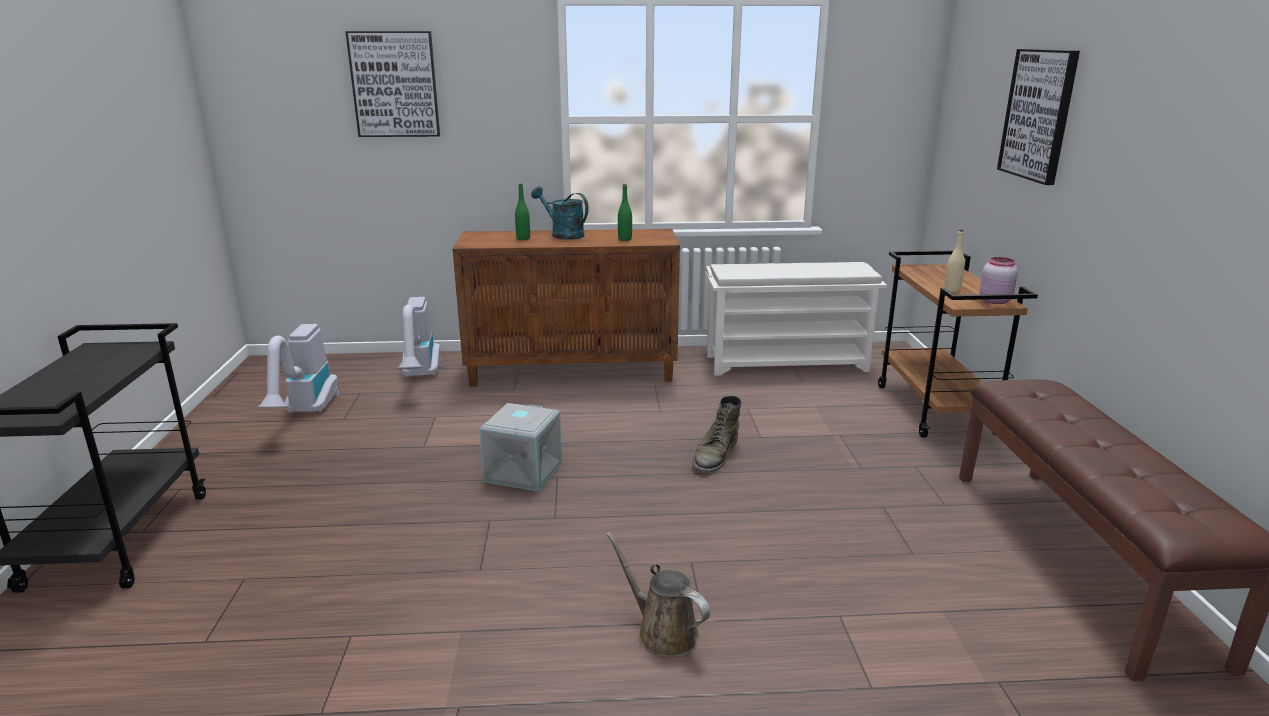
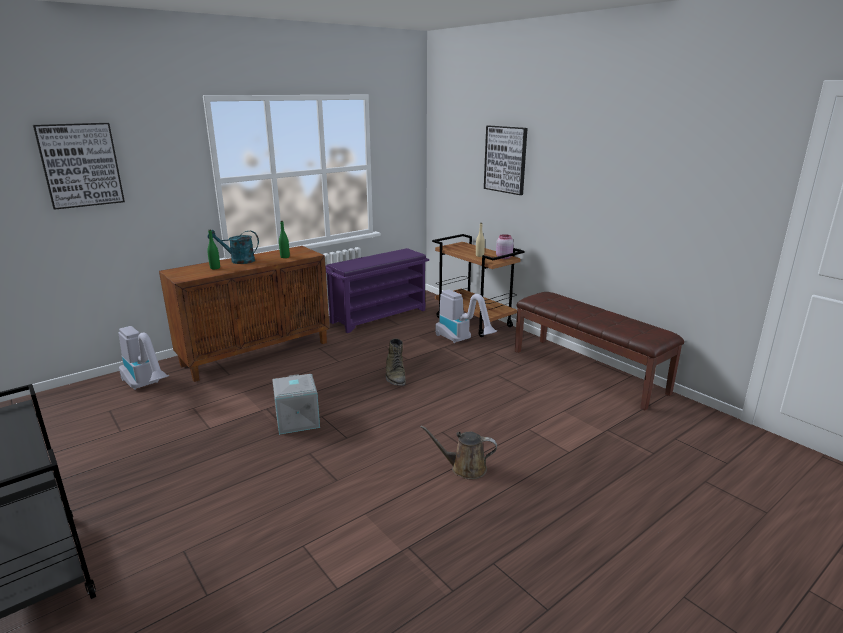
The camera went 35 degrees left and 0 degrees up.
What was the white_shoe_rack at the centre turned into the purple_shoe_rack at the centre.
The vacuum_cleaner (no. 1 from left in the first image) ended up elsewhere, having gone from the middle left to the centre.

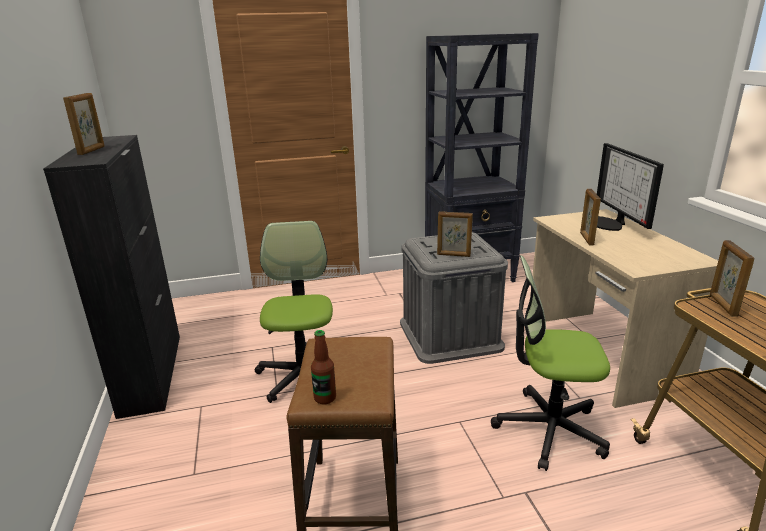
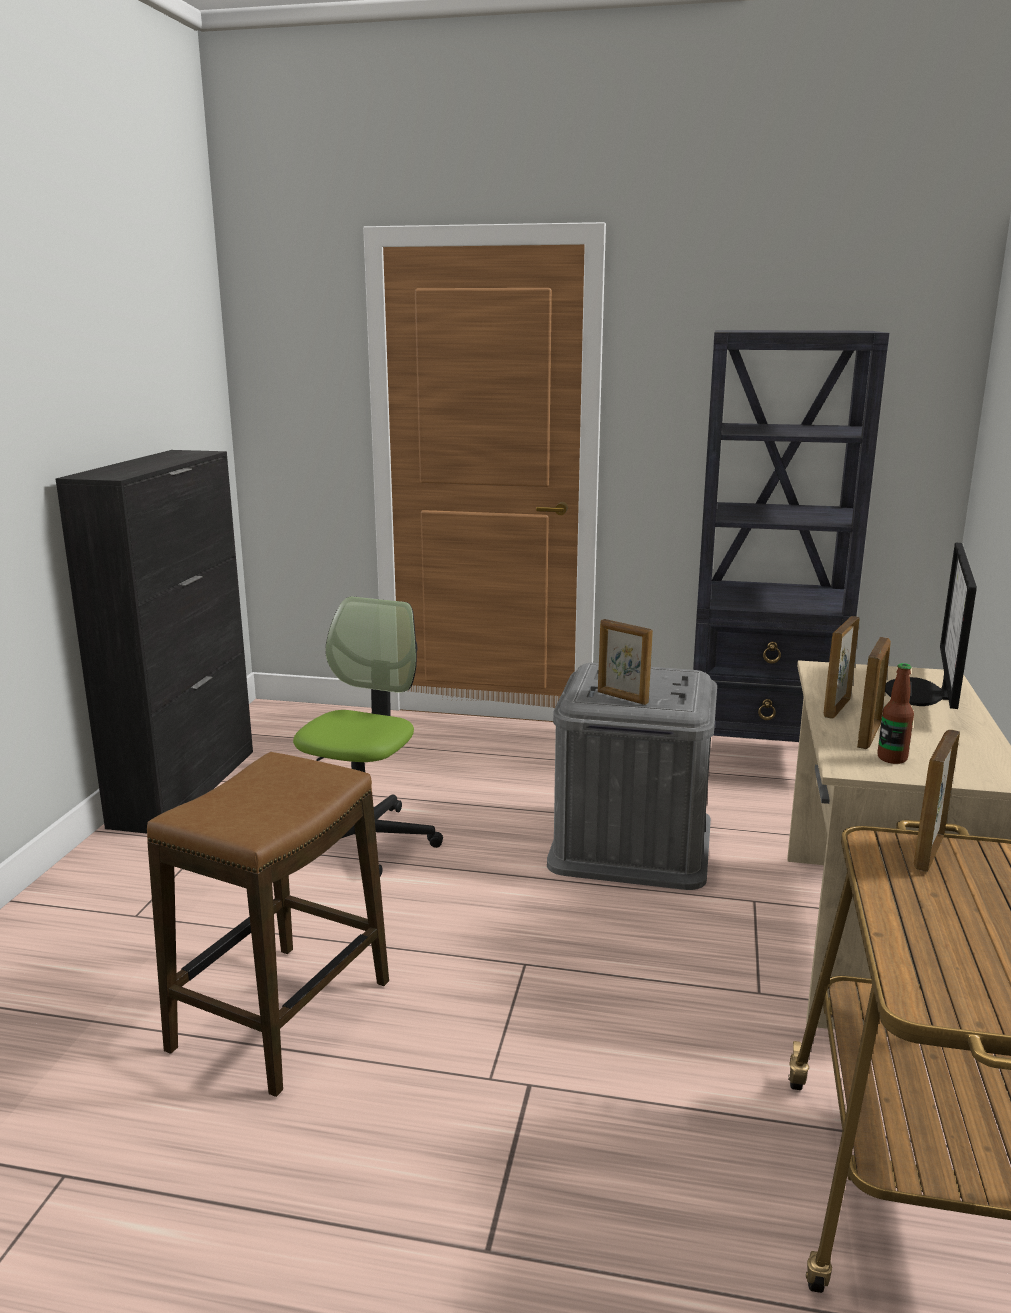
The camera went 25 degrees right and 5 degrees down.
The picture_frame (no. 1 from left in the first image) ended up elsewhere, having gone from the top left to the middle right.
The bottle ended up elsewhere, having gone from the bottom centre to the middle right.
The second view lost the office_chair (no. 2 from left) at the bottom right.

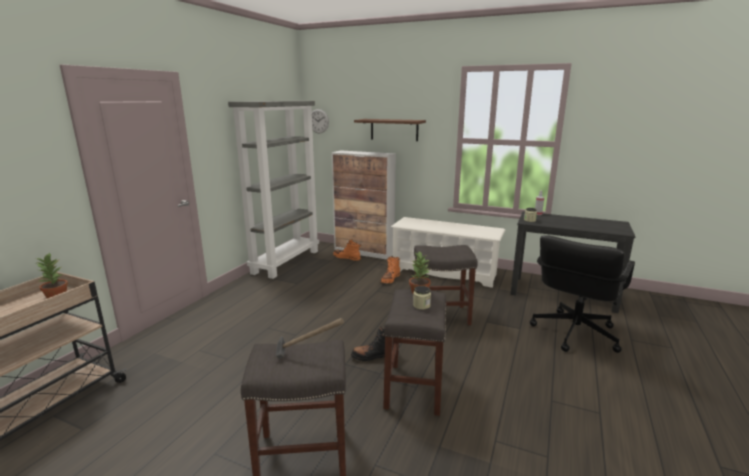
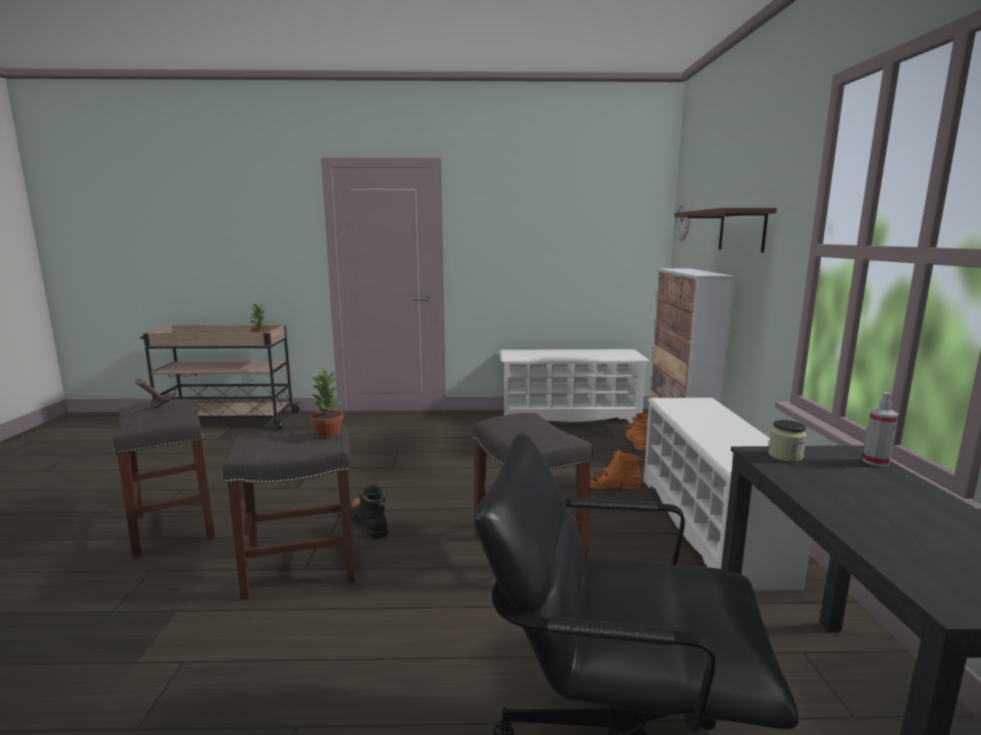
The camera went 65 degrees right and 5 degrees down.
Where the grey_bookcase stood at the centre, the white_shoe_rack (no. 1 from left) came to stand at the centre.
The second view lost the jar (no. 1 from left) at the centre.

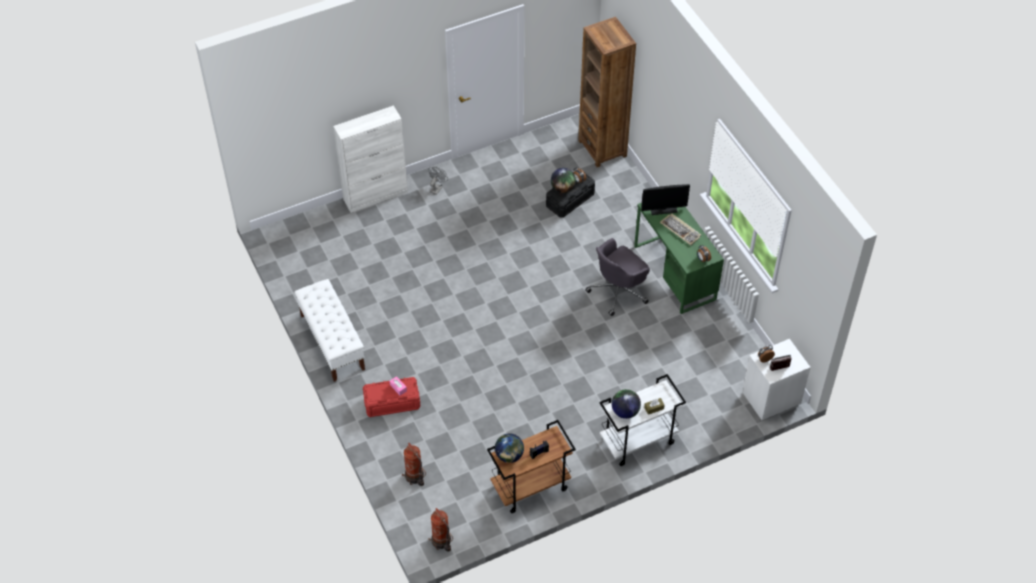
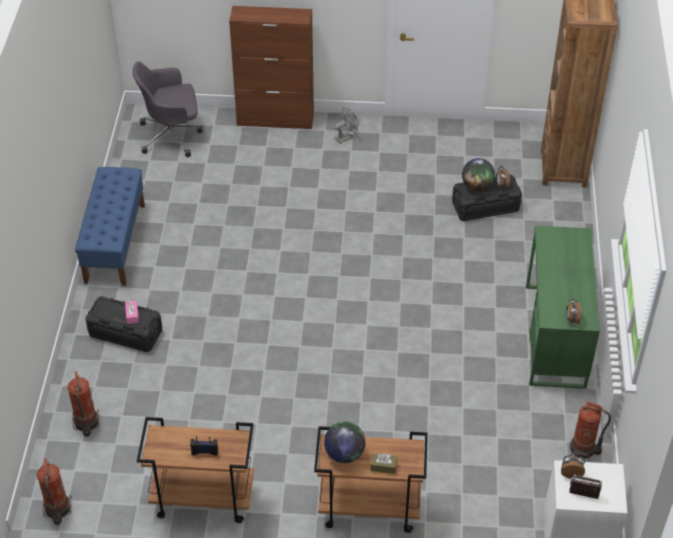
The camera went 30 degrees right and 5 degrees down.
What was the white_bench at the middle left turned into the blue_bench at the middle left.
What was the red_storage_box at the bottom centre turned into the black_storage_box (no. 1 from left) at the middle left.
The grey_office_chair ended up elsewhere, having gone from the centre to the top left.
What was the white_cabinet at the top centre turned into the brown_cabinet at the top centre.
What was the white_cart at the bottom centre turned into the brown_cart (no. 2 from left) at the bottom centre.
The second view gained the fire_extinguisher (no. 3 from left) at the bottom right.
The second view lost the globe (no. 1 from left) at the bottom centre.
The second view lost the monitor at the centre.
The second view lost the keyboard at the centre.

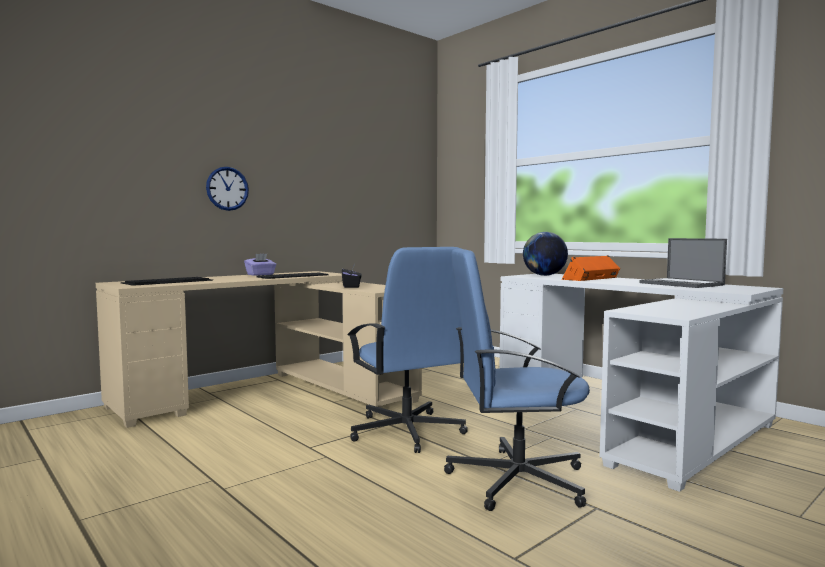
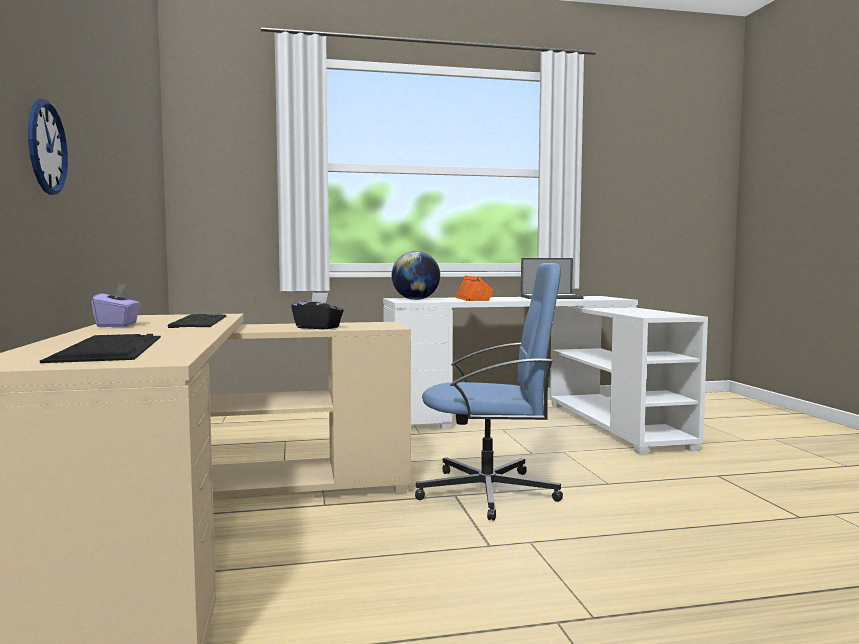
The camera went 60 degrees left and 0 degrees up.
The second view lost the blue_office_chair (no. 2 from left) at the bottom centre.

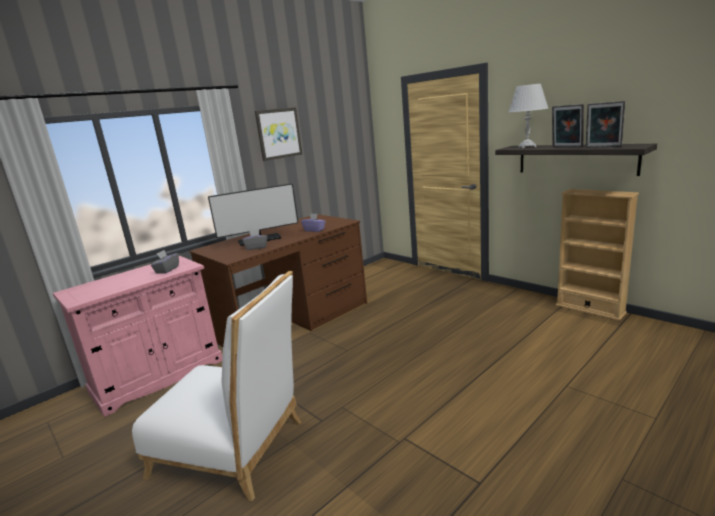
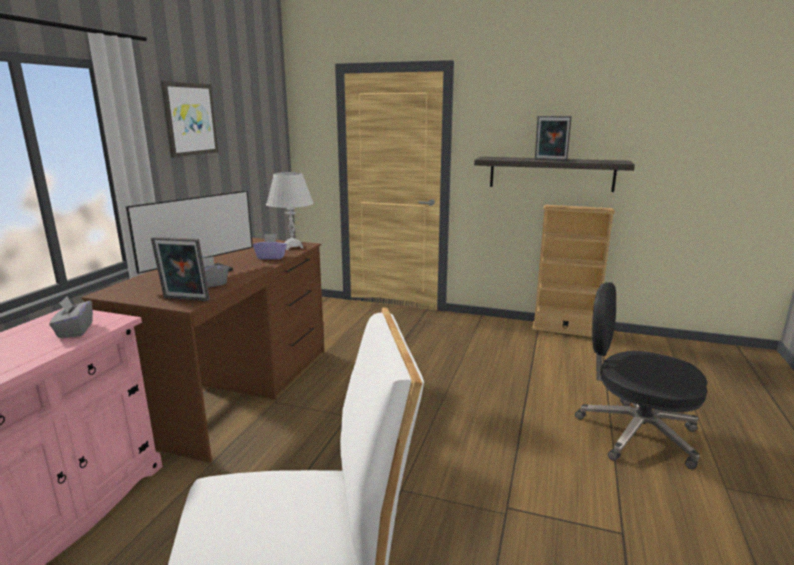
The camera went 30 degrees left and 0 degrees up.
The picture_frame (no. 2 from left in the first image) ended up elsewhere, having gone from the top right to the middle left.
The white_table_lamp ended up elsewhere, having gone from the top right to the centre.
The second view gained the black_office_chair at the middle right.

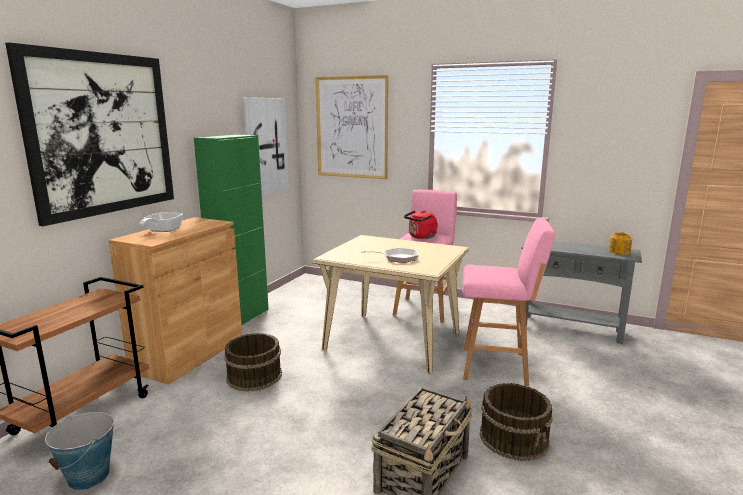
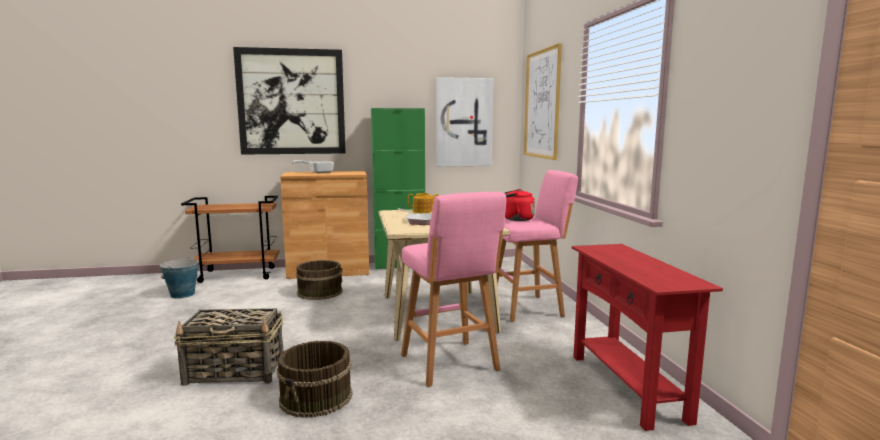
The camera went 55 degrees right and 5 degrees down.
The teapot ended up elsewhere, having gone from the middle right to the centre.
What was the grey_console_table at the middle right turned into the red_console_table at the bottom right.

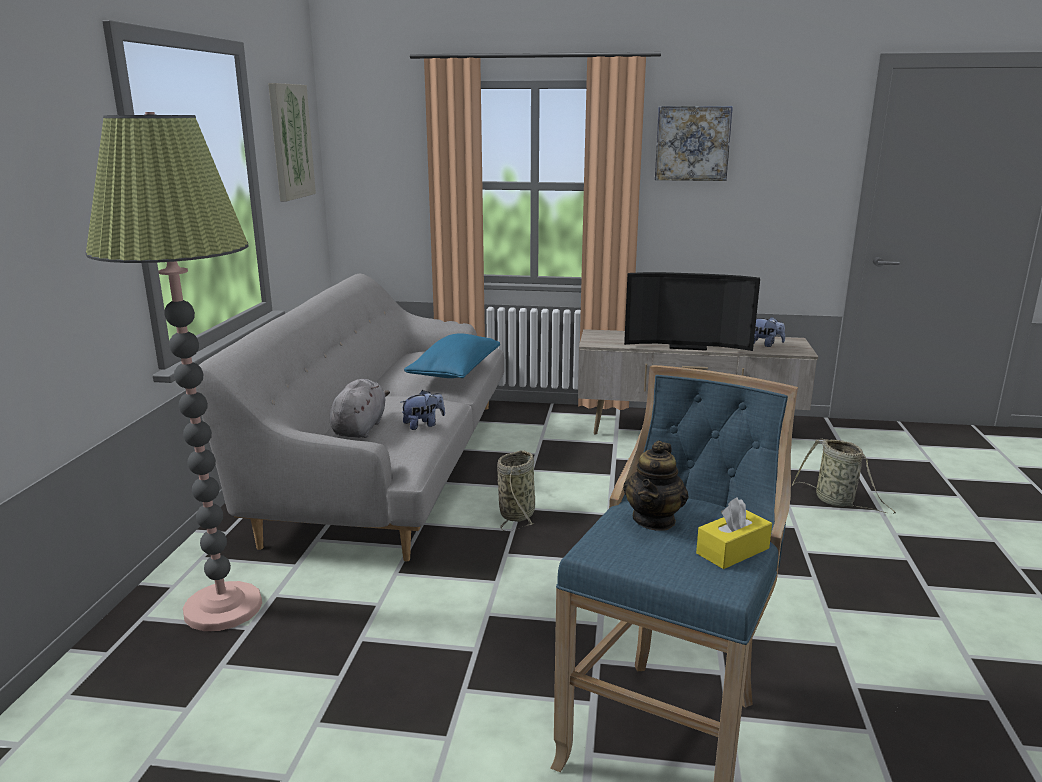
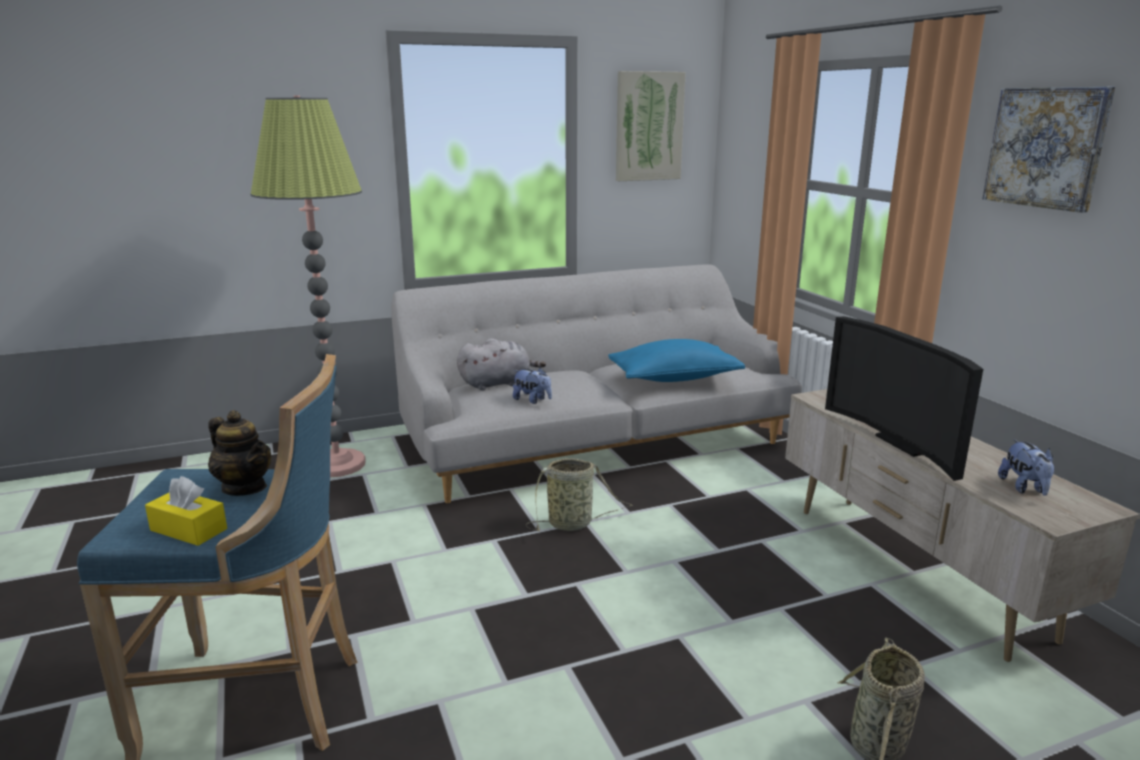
The camera went 60 degrees right and 0 degrees up.
The teapot at the centre ended up facing another way, 135 degrees counterclockwise from before.

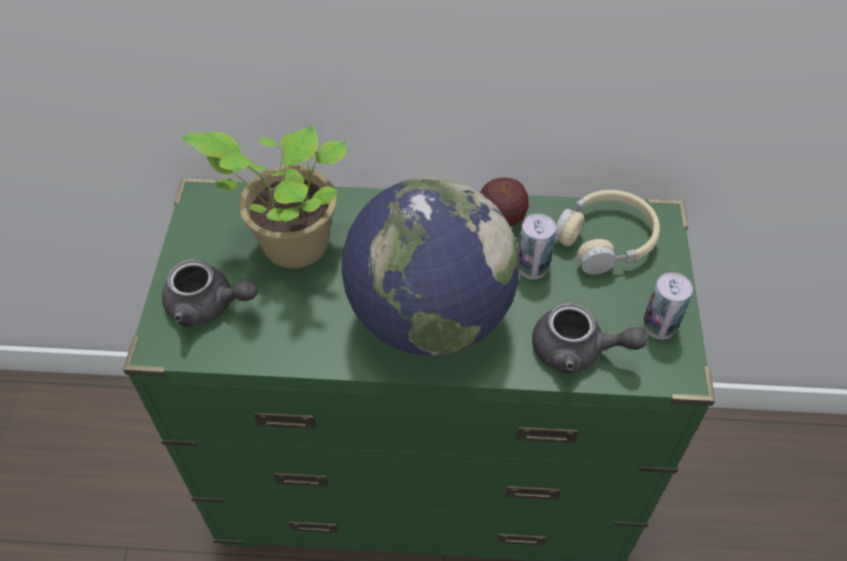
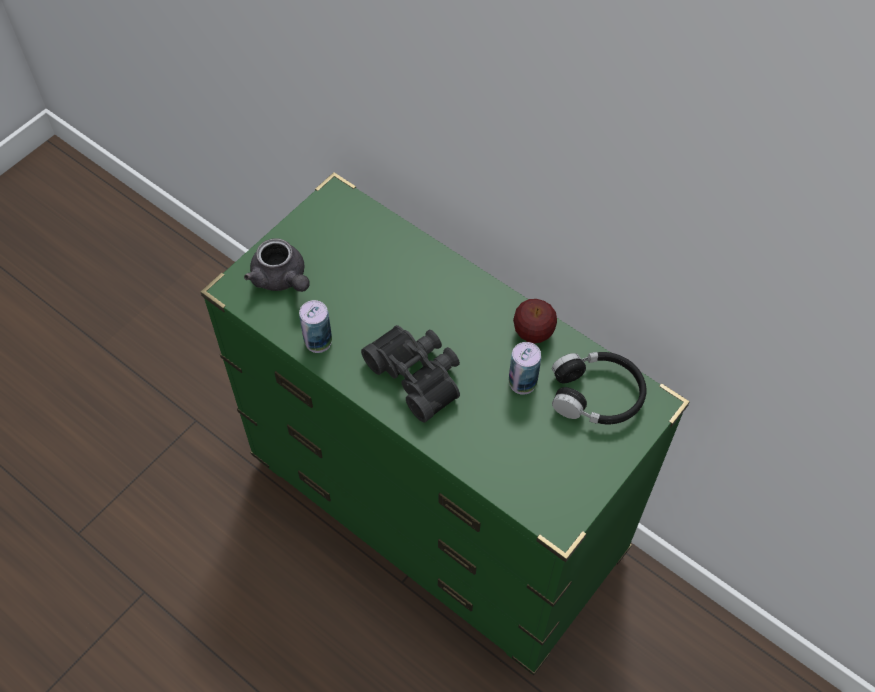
The camera went 35 degrees right and 5 degrees up.
The can (no. 2 from left in the first image) ended up elsewhere, having gone from the middle right to the centre.
Where the globe stood at the centre, the black_binoculars came to stand at the centre.
What was the beige_headphones at the middle right turned into the black_headphones at the middle right.
The second view lost the potted_plant at the middle left.
The second view lost the grey_teapot (no. 2 from left) at the middle right.

